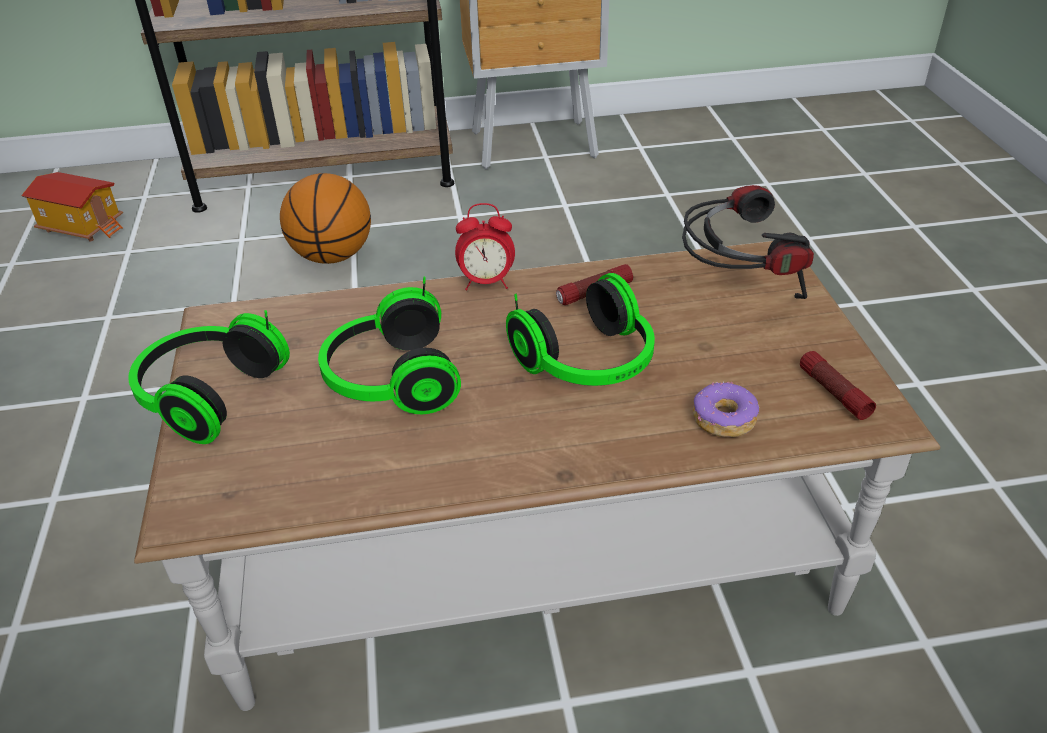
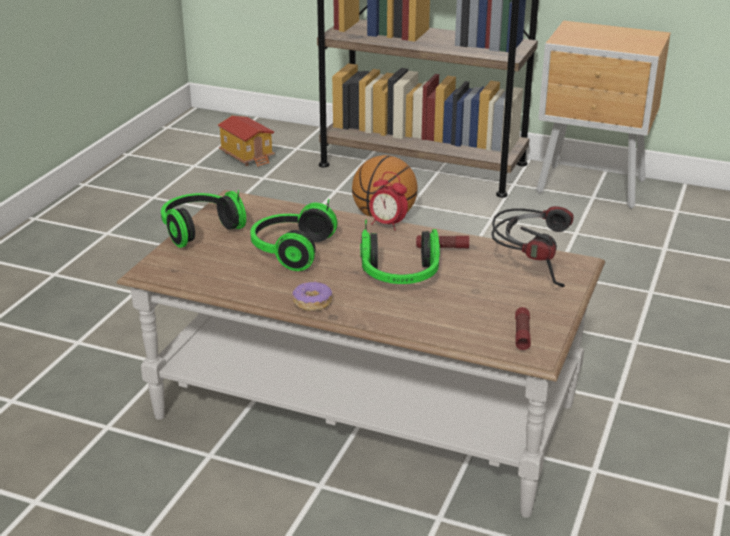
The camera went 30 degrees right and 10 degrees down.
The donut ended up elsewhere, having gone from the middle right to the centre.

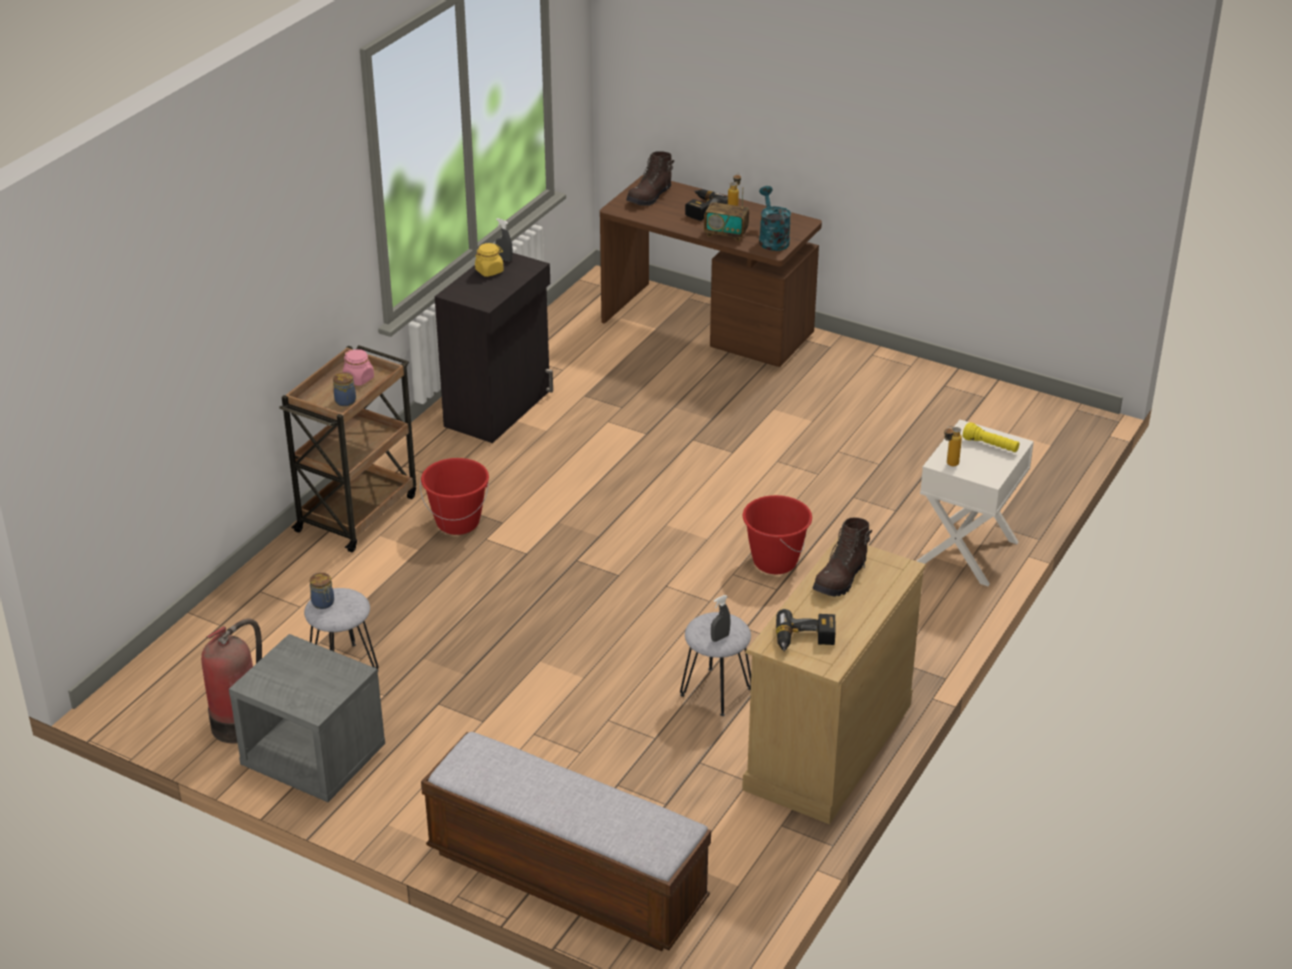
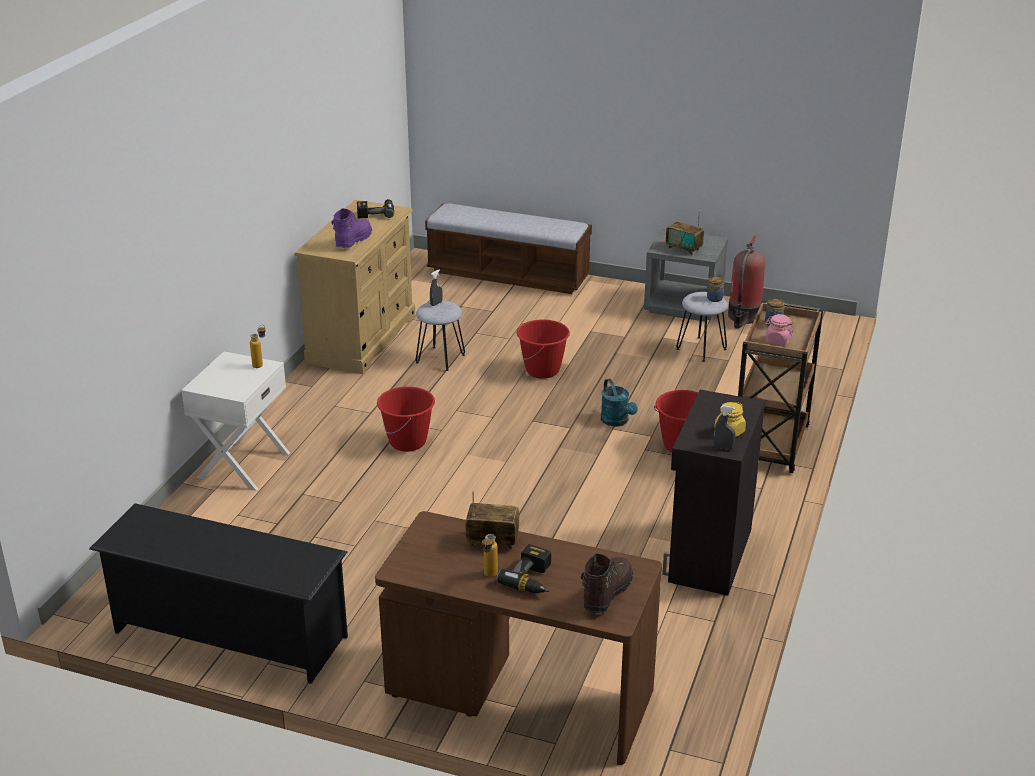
The camera went 170 degrees right and 5 degrees down.
The second view gained the black_shoe_rack at the bottom left.
What was the brown_boot (no. 2 from left) at the centre turned into the purple_boot at the top centre.
The second view gained the red_bucket (no. 2 from left) at the centre.
The turquoise_watering_can ended up elsewhere, having gone from the top centre to the centre.
The second view gained the radio (no. 2 from left) at the top centre.
The second view lost the yellow_flashlight at the middle right.

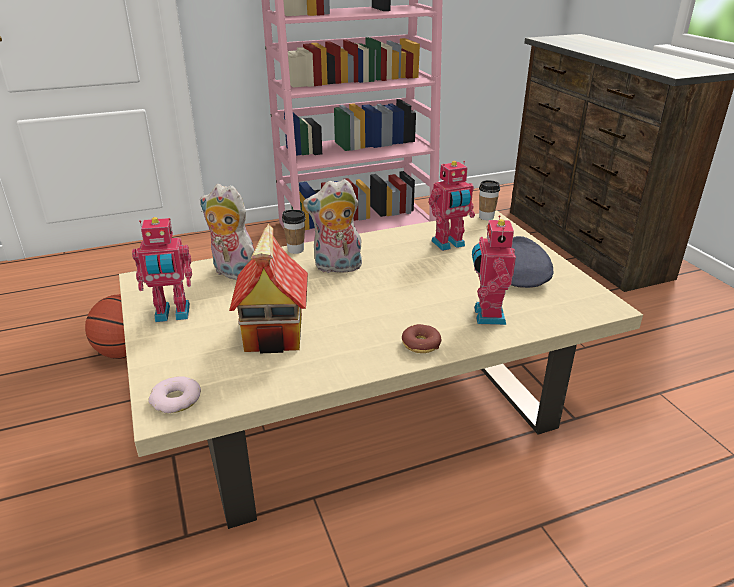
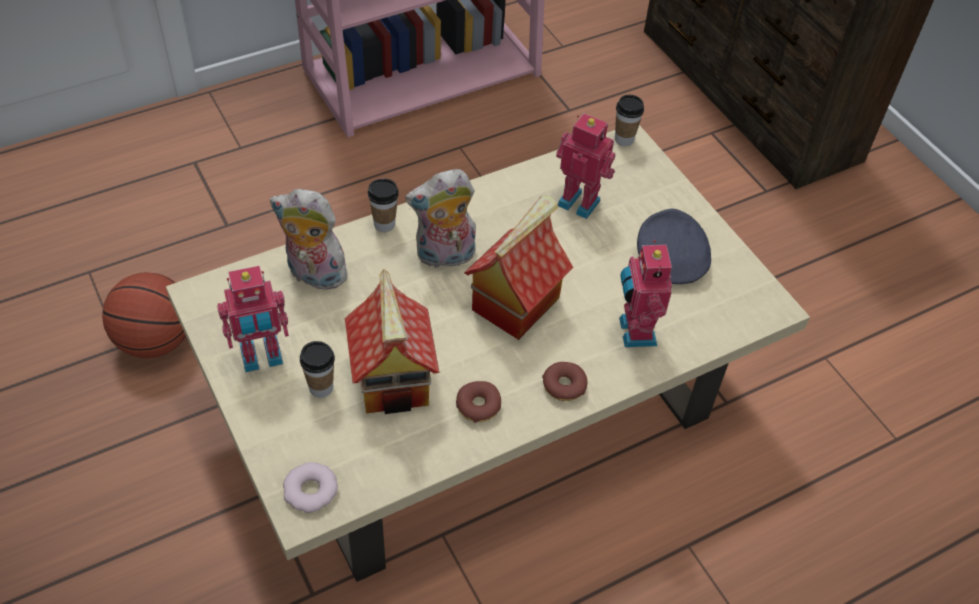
The camera went 10 degrees left and 20 degrees up.
The second view gained the cup (no. 1 from left) at the middle left.
The second view gained the donut (no. 2 from left) at the centre.
The second view gained the toy_house (no. 2 from left) at the centre.
The toy_robot (no. 2 from left) at the centre ended up facing another way, 120 degrees counterclockwise from before.

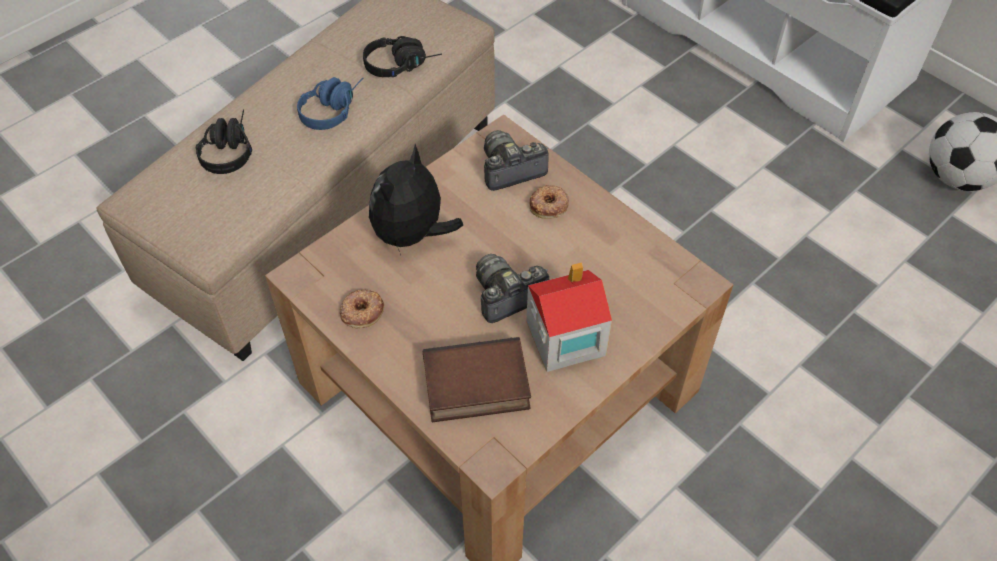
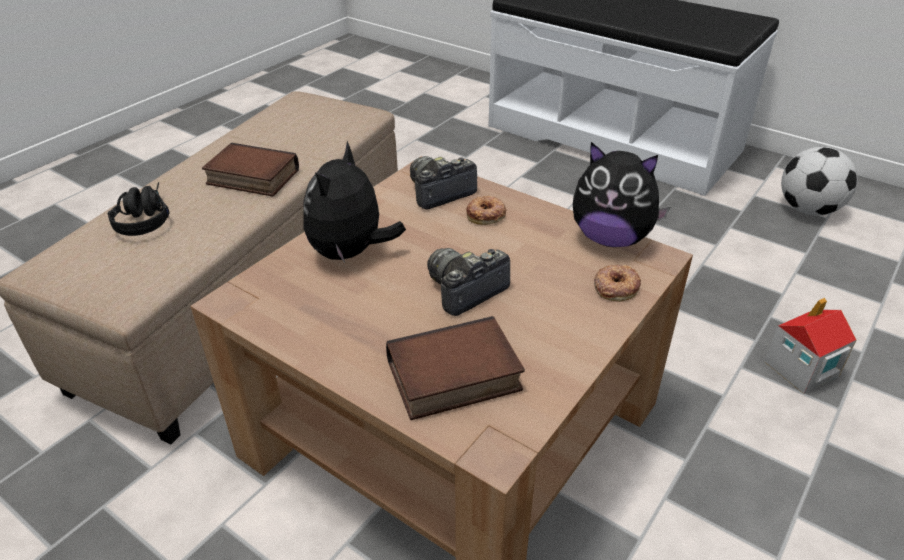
The camera went 10 degrees left and 15 degrees down.
Where the blue_headphones stood at the top left, the book (no. 1 from left) came to stand at the top left.
The second view gained the plush_toy (no. 2 from left) at the middle right.
The donut (no. 1 from left in the first image) ended up elsewhere, having gone from the centre to the middle right.
The toy_house ended up elsewhere, having gone from the centre to the middle right.
The second view lost the black_headphones (no. 2 from left) at the top centre.

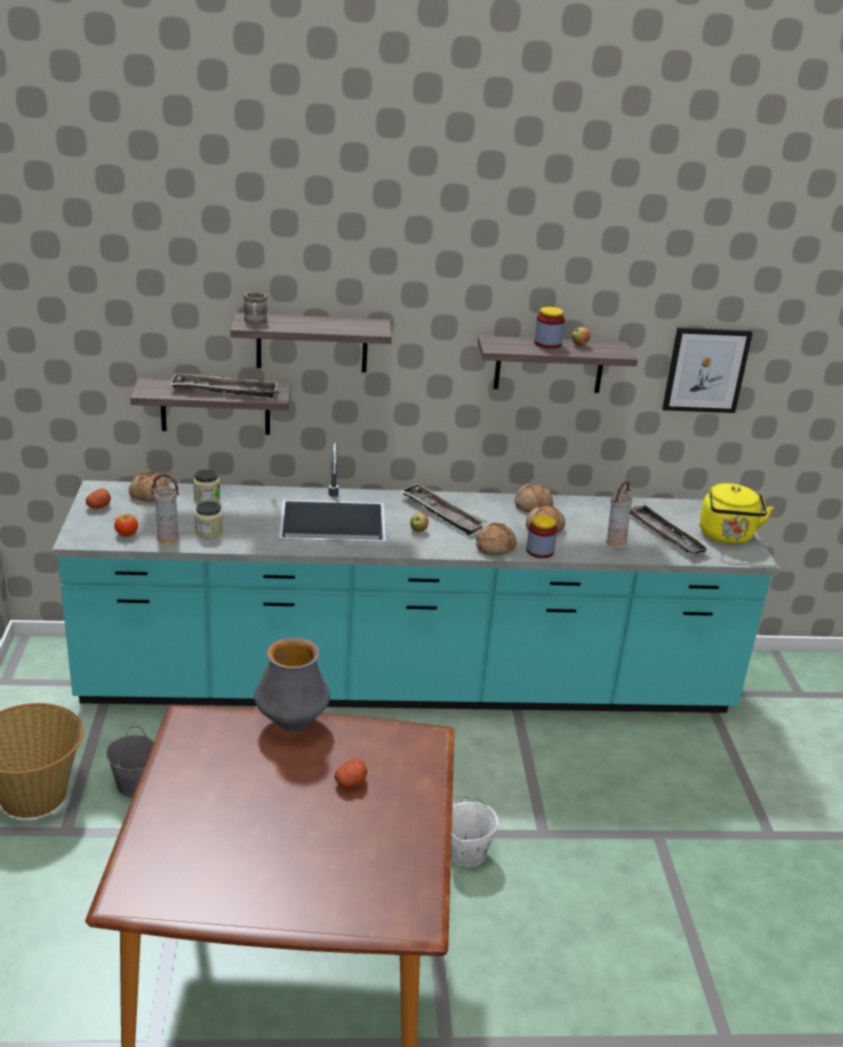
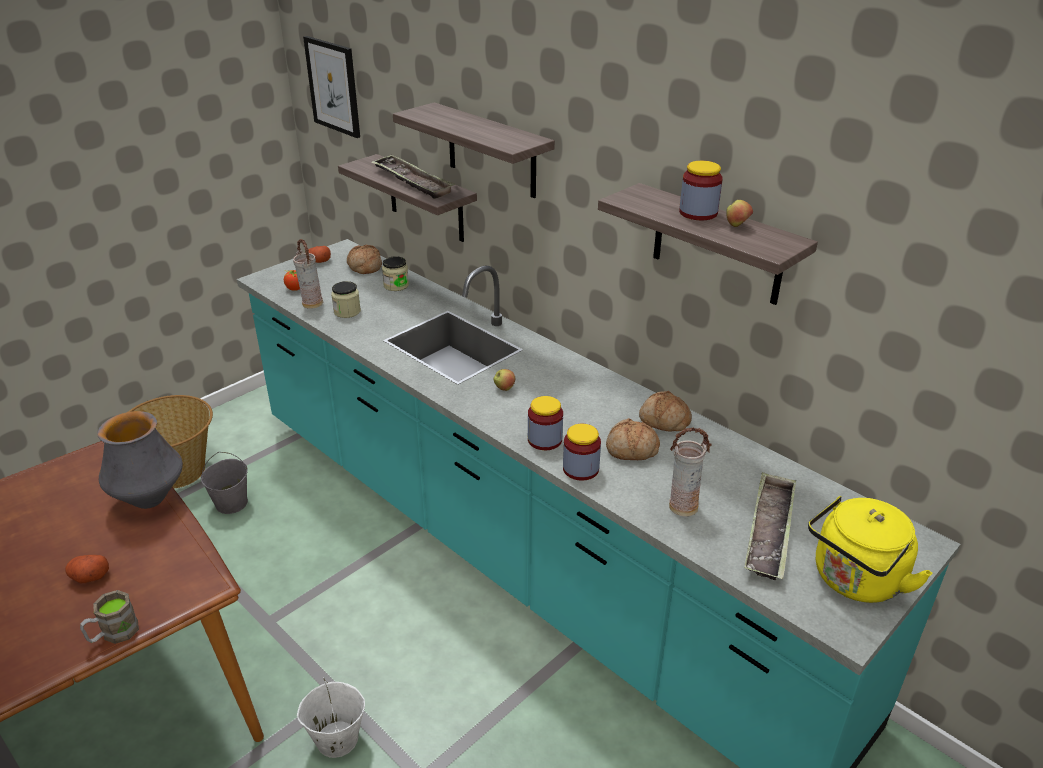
The camera went 50 degrees right and 5 degrees up.
The brown_mug ended up elsewhere, having gone from the top left to the bottom left.
The picture ended up elsewhere, having gone from the middle right to the top left.
Where the bread (no. 2 from left) stood at the centre, the jar (no. 3 from left) came to stand at the centre.
The second view lost the tray (no. 2 from left) at the centre.

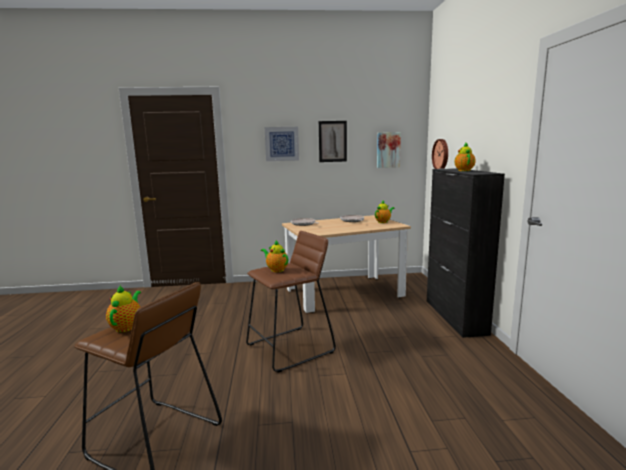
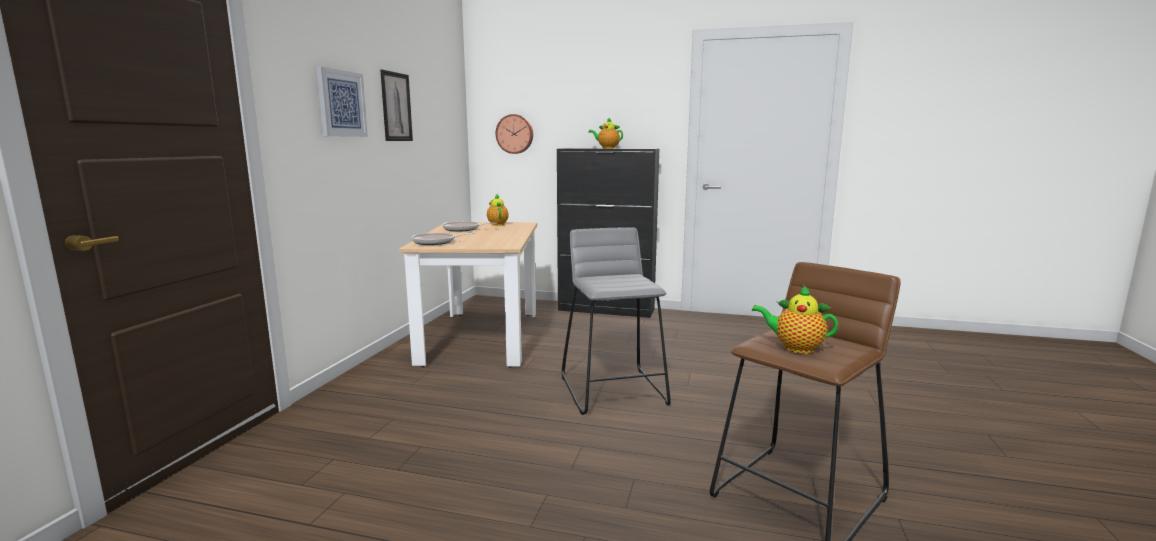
The camera went 70 degrees left and 0 degrees up.
What was the brown_stool (no. 2 from left) at the centre turned into the grey_stool at the centre.
The second view lost the teapot (no. 2 from left) at the centre.
The second view lost the picture (no. 3 from left) at the top centre.

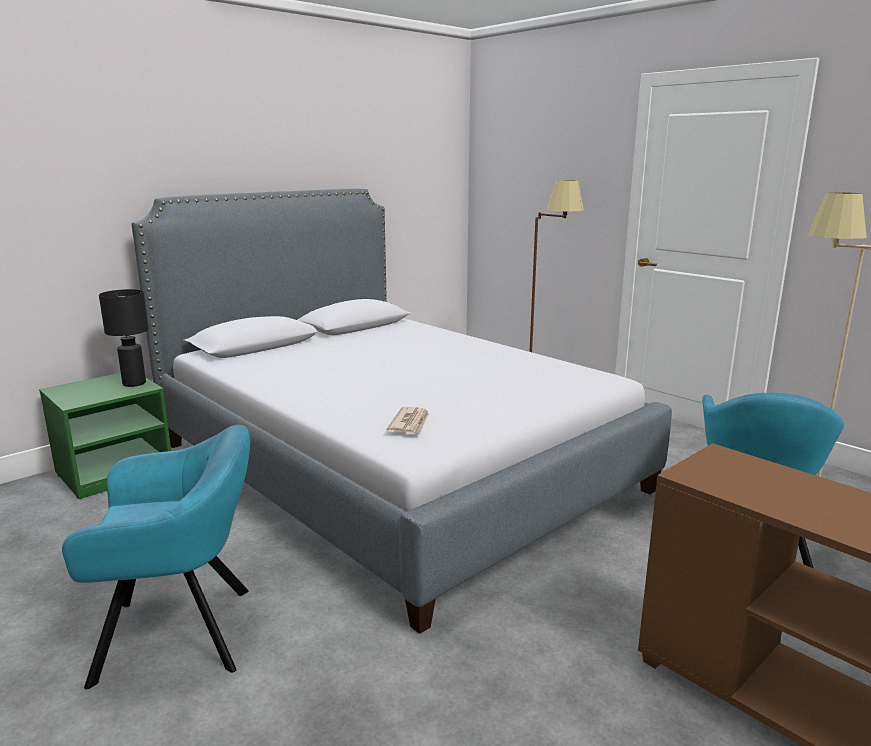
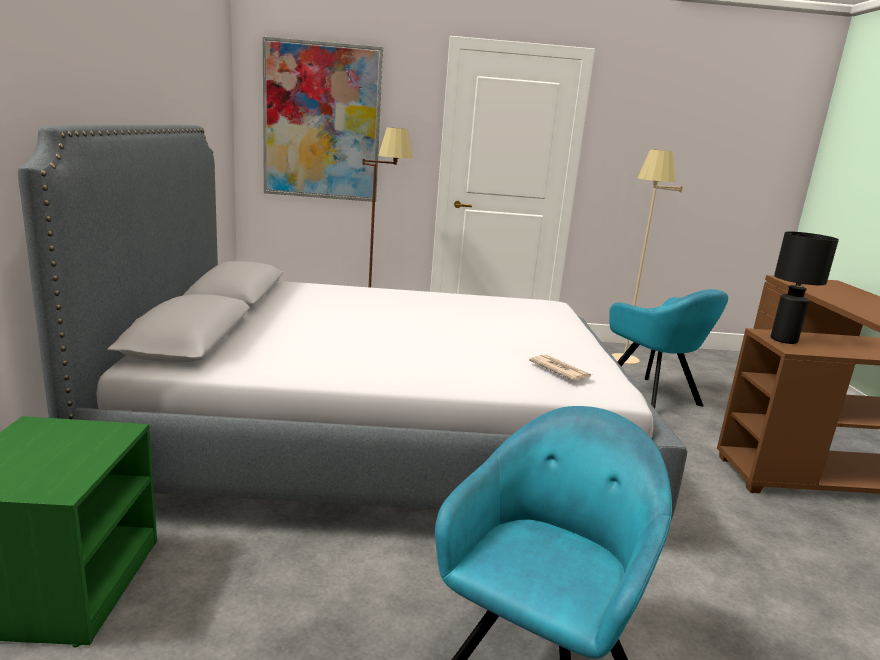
The camera went 50 degrees left and 0 degrees up.
The second view gained the picture at the top centre.
The black_table_lamp ended up elsewhere, having gone from the middle left to the middle right.

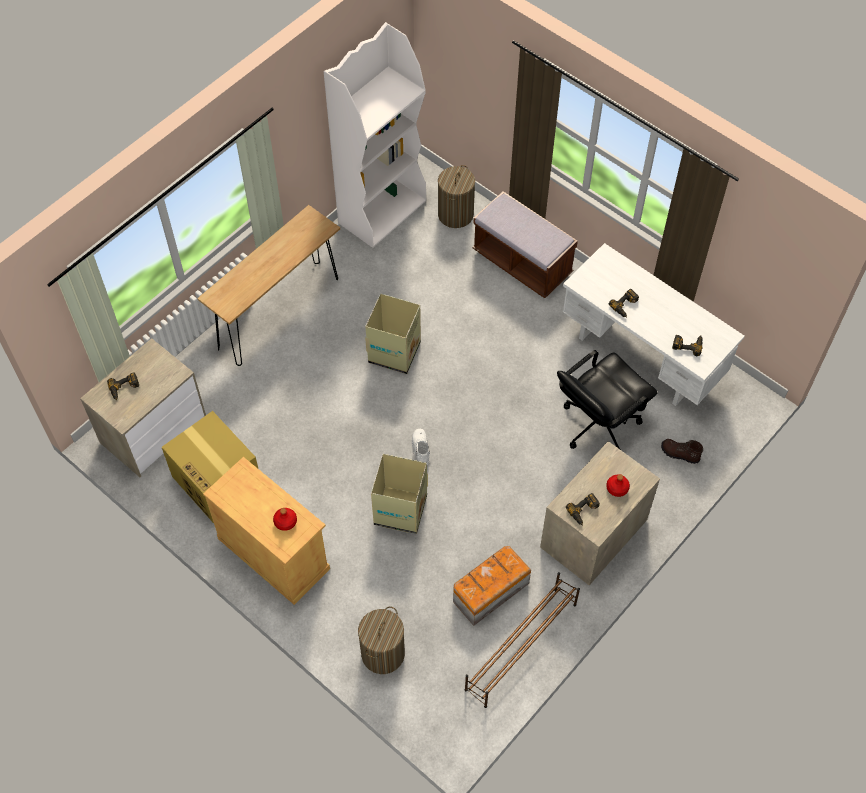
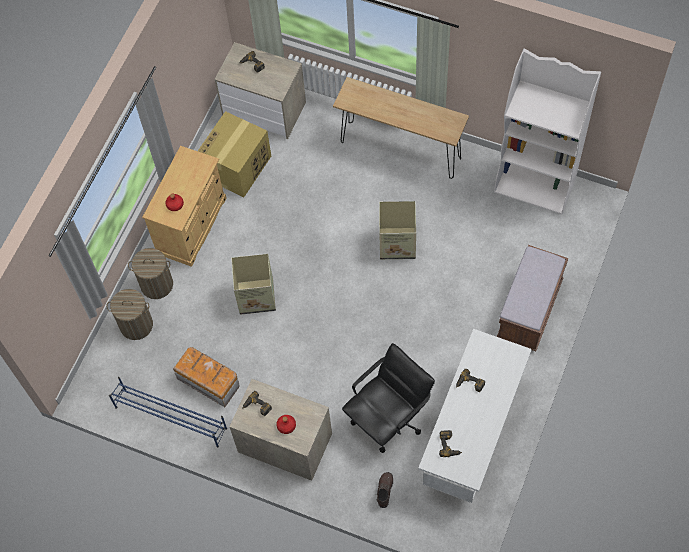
The camera went 75 degrees right and 5 degrees up.
What was the brown_shoe_rack at the bottom centre turned into the blue_shoe_rack at the bottom left.
The laundry_basket (no. 2 from left) ended up elsewhere, having gone from the top centre to the middle left.
The black_office_chair at the middle right ended up facing another way, 105 degrees clockwise from before.
The second view lost the white_boot at the centre.

